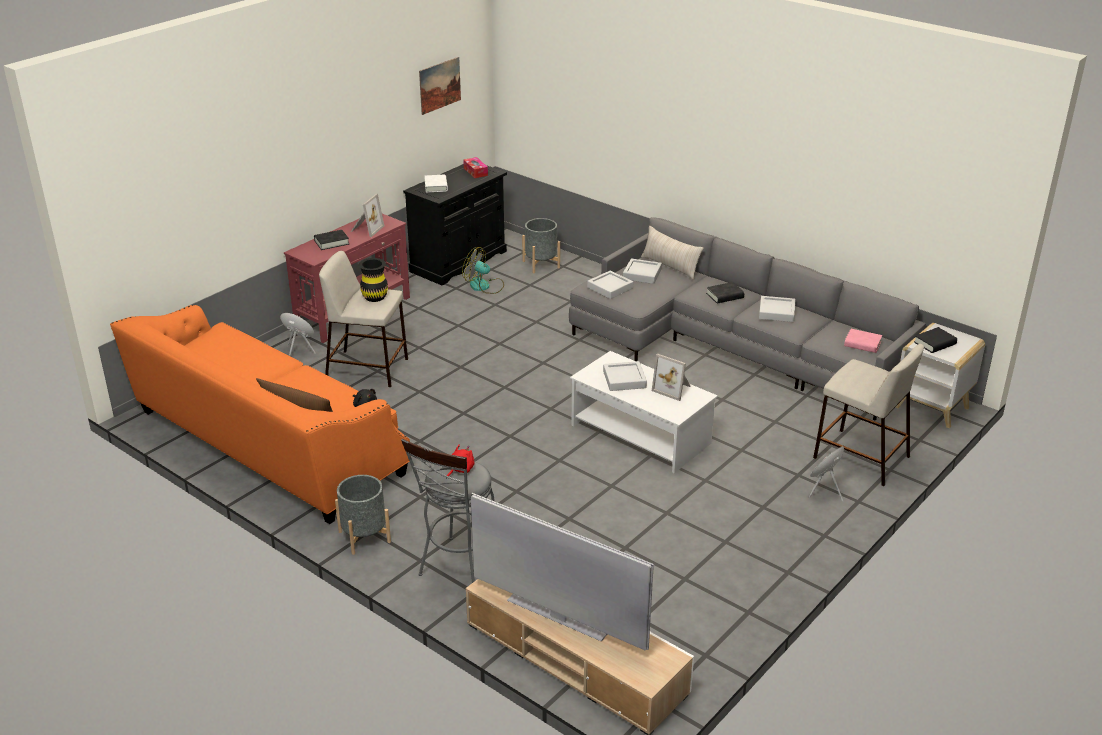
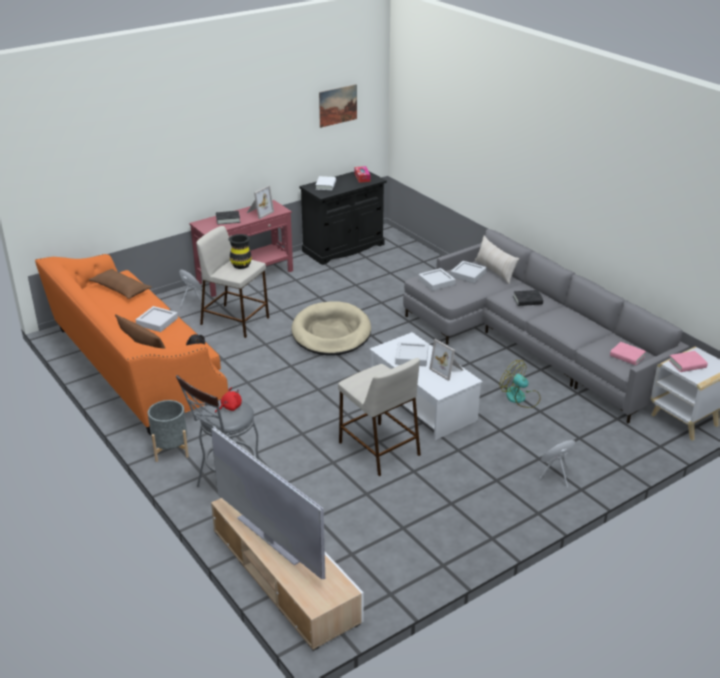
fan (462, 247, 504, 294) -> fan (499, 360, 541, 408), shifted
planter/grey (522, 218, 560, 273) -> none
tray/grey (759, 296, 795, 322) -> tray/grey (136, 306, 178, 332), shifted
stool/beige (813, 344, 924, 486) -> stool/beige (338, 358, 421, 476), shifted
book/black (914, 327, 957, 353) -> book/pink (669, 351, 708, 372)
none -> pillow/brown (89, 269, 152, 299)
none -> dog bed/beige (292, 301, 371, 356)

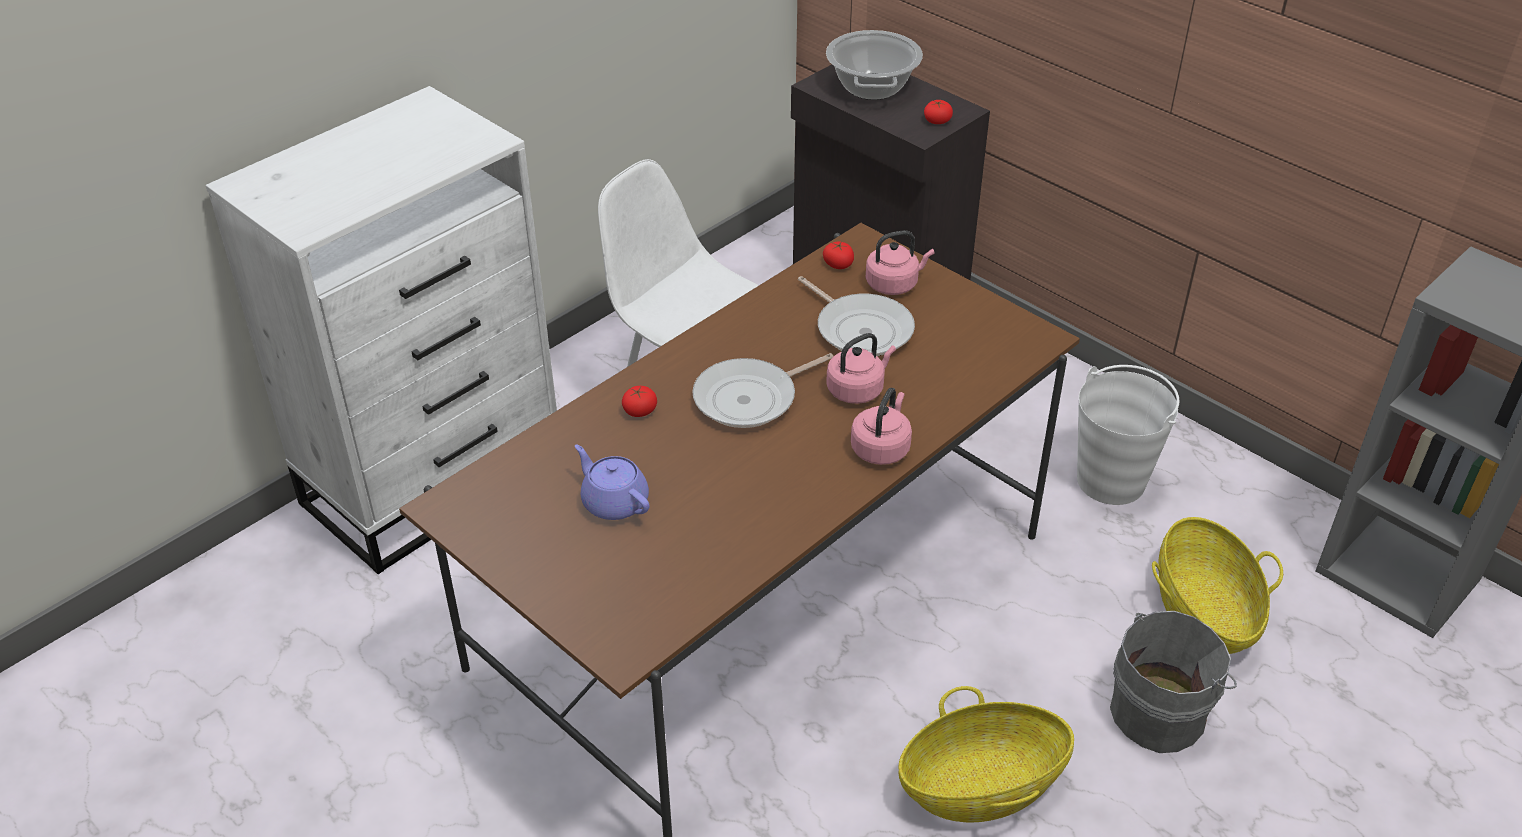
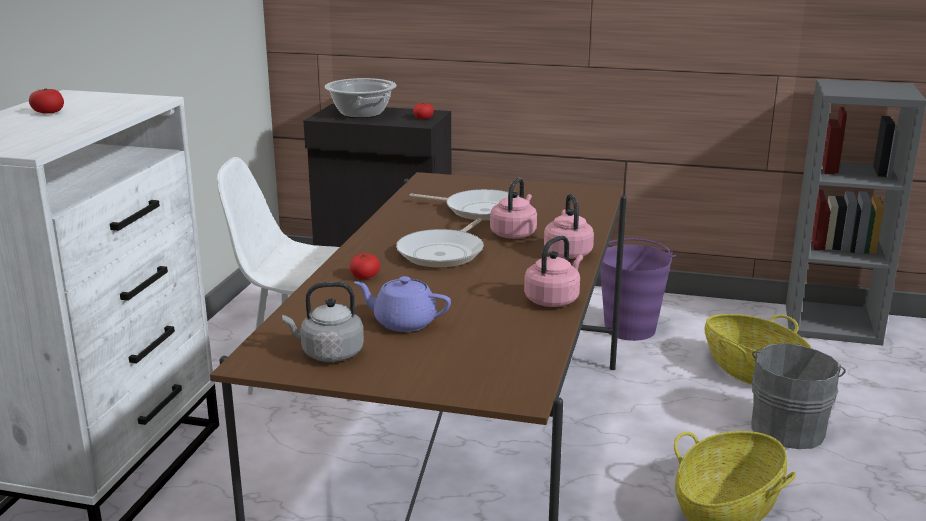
tomato (823, 241, 854, 269) -> tomato (29, 88, 64, 114), shifted
kettle/pink (865, 230, 934, 295) -> kettle/pink (524, 236, 583, 307), shifted
bucket/white (1077, 365, 1179, 505) -> bucket/purple (600, 238, 676, 341)
none -> kettle/grey (282, 282, 364, 362)

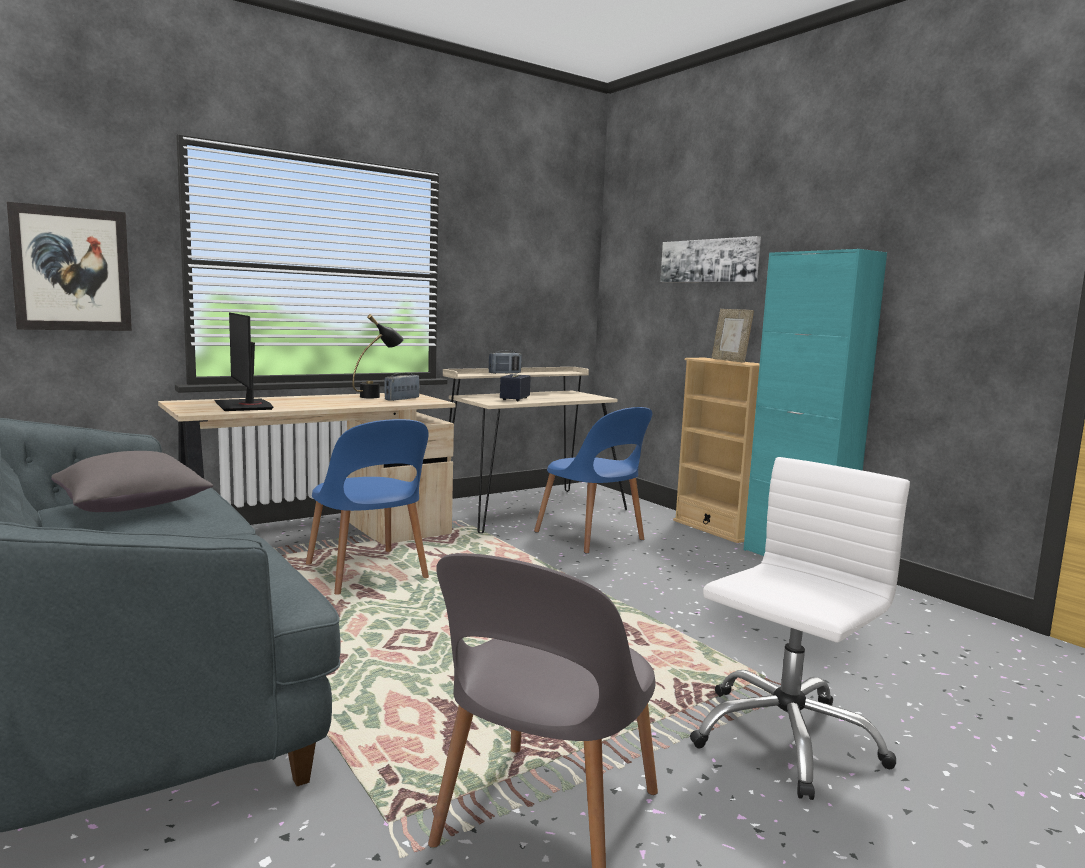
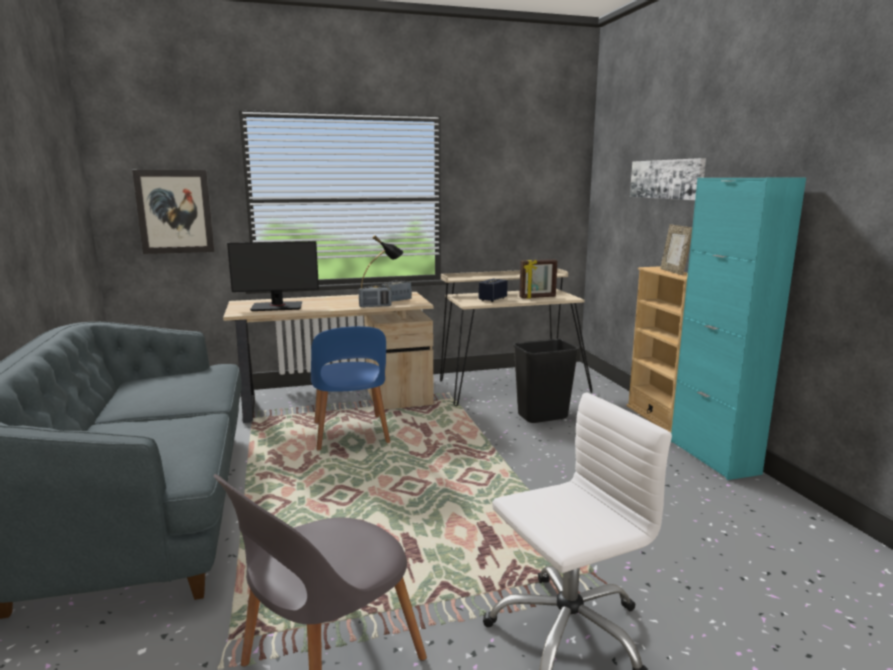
pillow/grey (51, 451, 213, 512) -> none
monitor (214, 313, 273, 411) -> monitor (227, 241, 319, 311), 90 degrees counterclockwise
radio (488, 350, 522, 374) -> radio (359, 285, 392, 307), shifted
chair/blue (534, 407, 652, 554) -> trash can/black (513, 339, 579, 423)
none -> picture frame (519, 259, 557, 299)

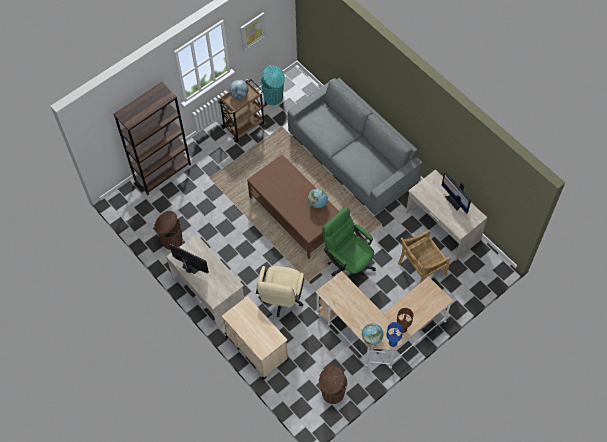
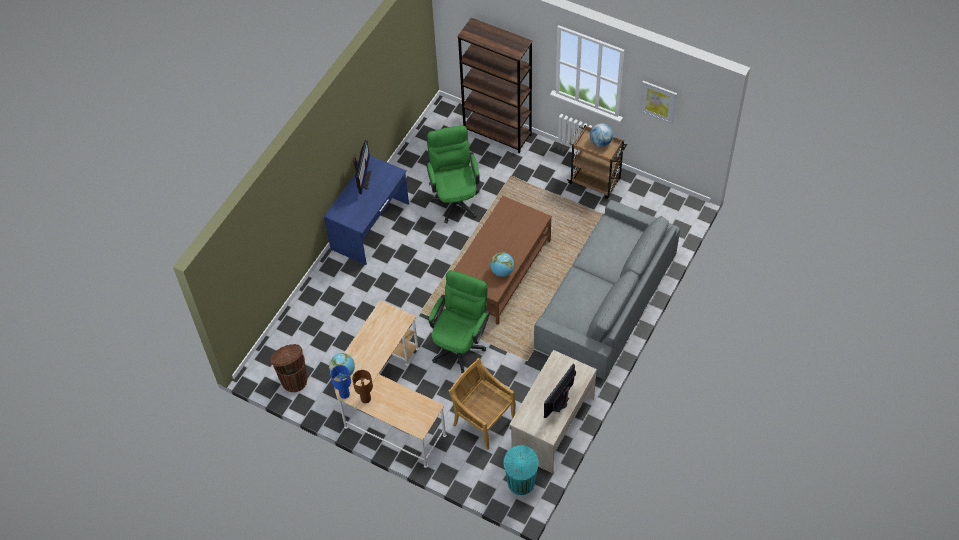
trash can/brown (154, 211, 183, 250) -> none
desk/beige (166, 234, 244, 329) -> desk/blue (324, 155, 409, 265)
cart/beige (222, 296, 288, 380) -> none
office chair/beige (256, 266, 304, 317) -> none
trash can/turquoise (261, 65, 285, 105) -> trash can/turquoise (503, 445, 539, 495), shifted
none -> office chair/green (426, 125, 480, 223)

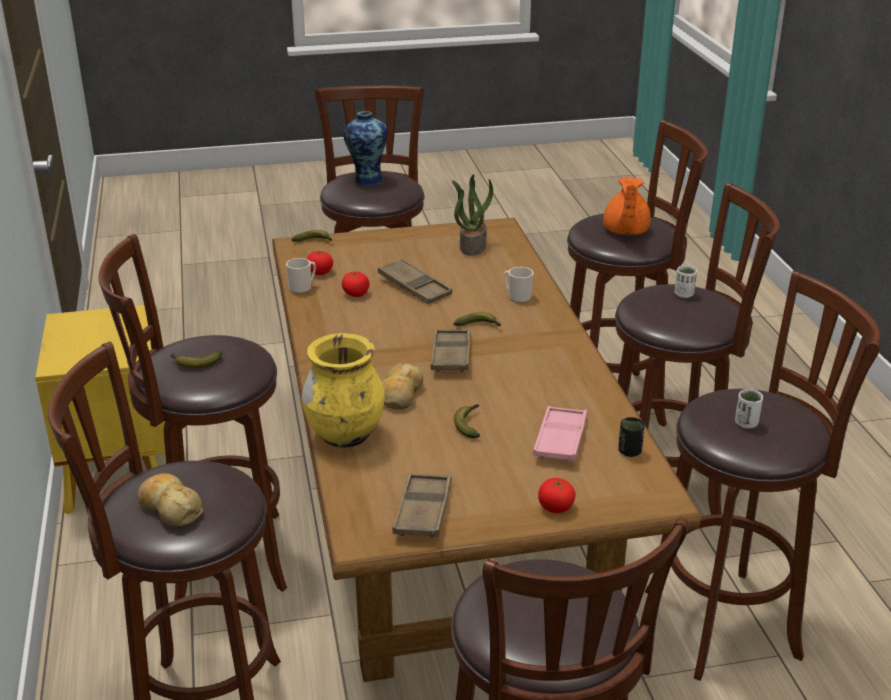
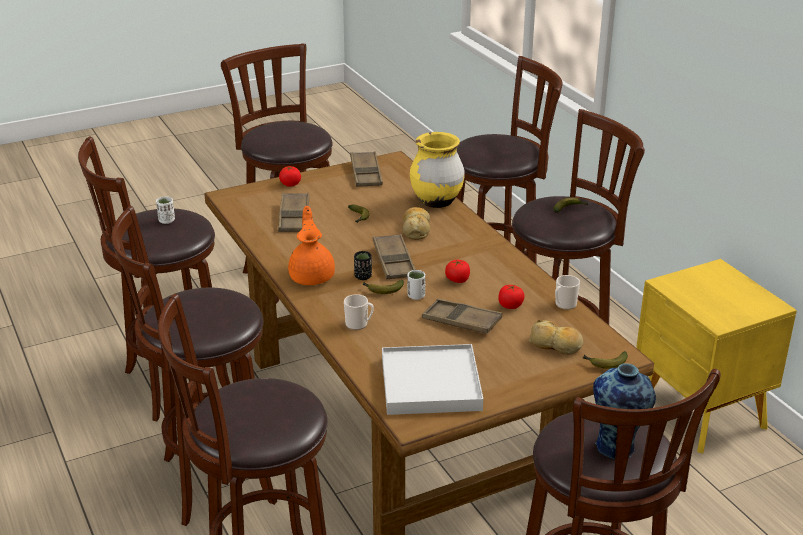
bread (138, 473, 203, 527) -> bread (529, 320, 584, 355), shifted
tomato (307, 251, 333, 275) -> tomato (445, 259, 470, 283), shifted
potted plant (452, 174, 493, 256) -> tray/white (382, 344, 483, 415)
tray/pink (533, 406, 587, 462) -> tray/brown (278, 193, 309, 232)
teapot/orange (603, 177, 651, 235) -> teapot/orange (288, 206, 335, 285), shifted
cup/black (618, 417, 644, 457) -> cup/black (354, 251, 372, 280), shifted
cup/white (674, 265, 697, 298) -> cup/white (407, 270, 425, 300), shifted

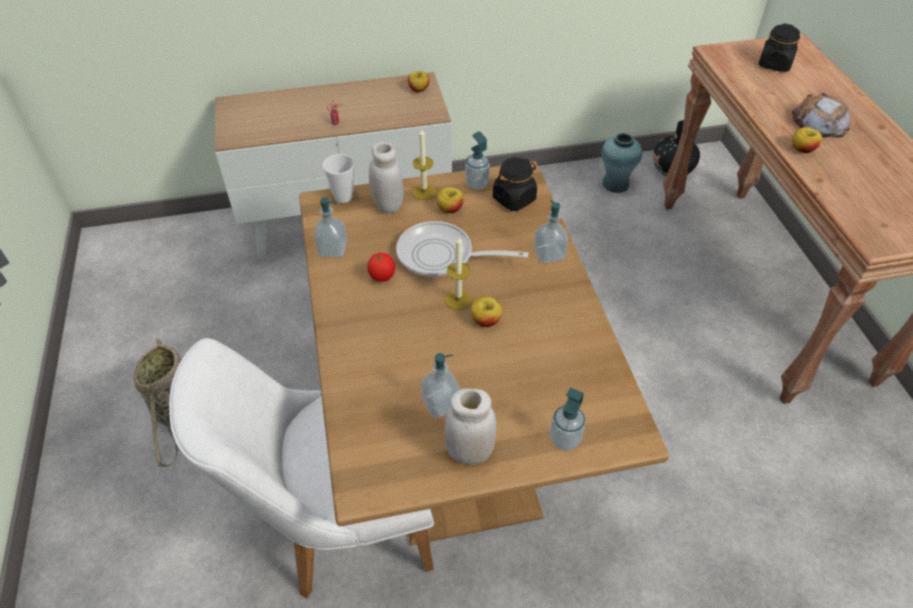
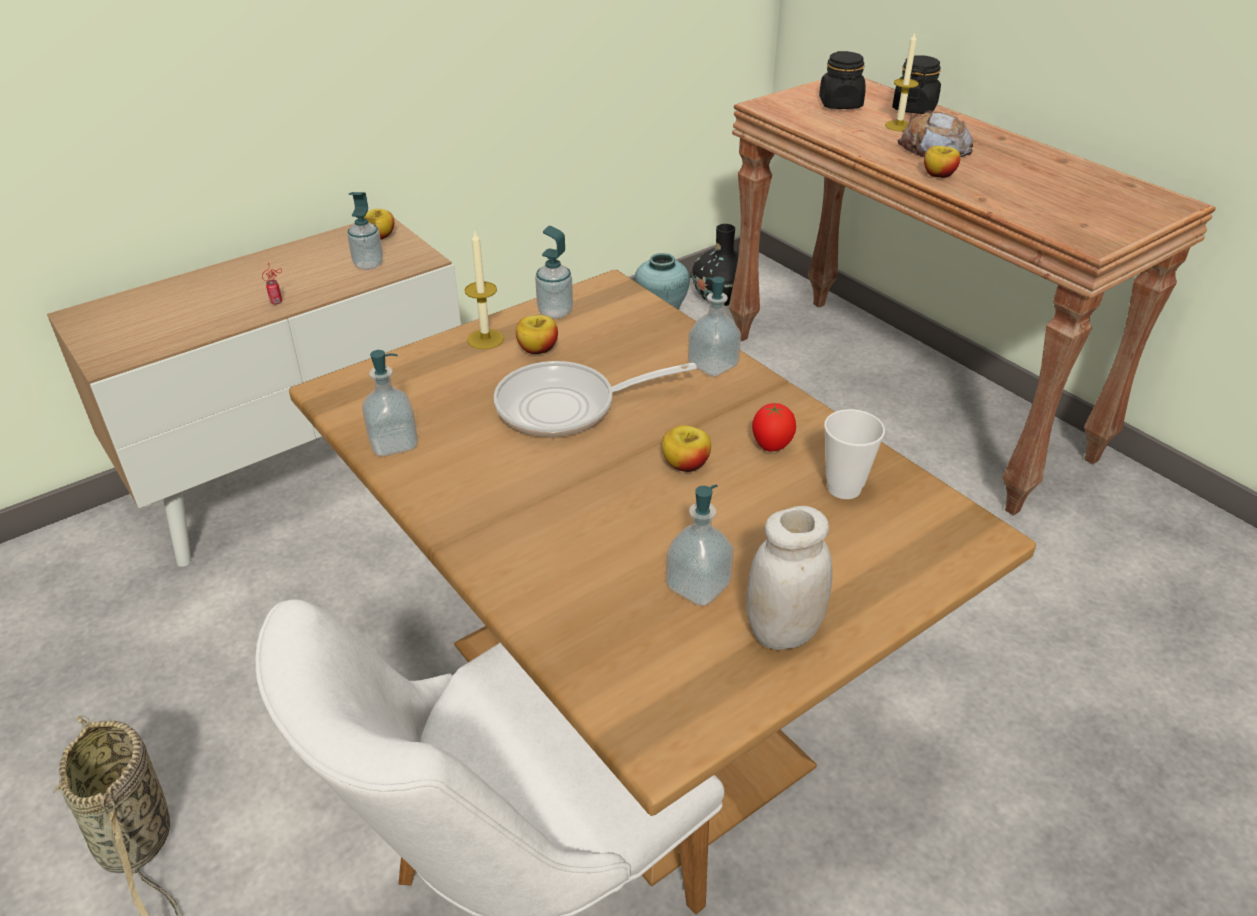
cup (322, 154, 355, 203) -> cup (824, 409, 885, 499), shifted
tomato (368, 253, 395, 282) -> tomato (752, 403, 796, 451), shifted
jar/white (369, 141, 404, 214) -> none
candle (445, 236, 472, 310) -> candle (885, 32, 919, 132), shifted
jar/black (493, 157, 537, 211) -> jar/black (892, 55, 941, 114), shifted
soap dispenser (550, 388, 586, 451) -> soap dispenser (347, 192, 383, 270), shifted

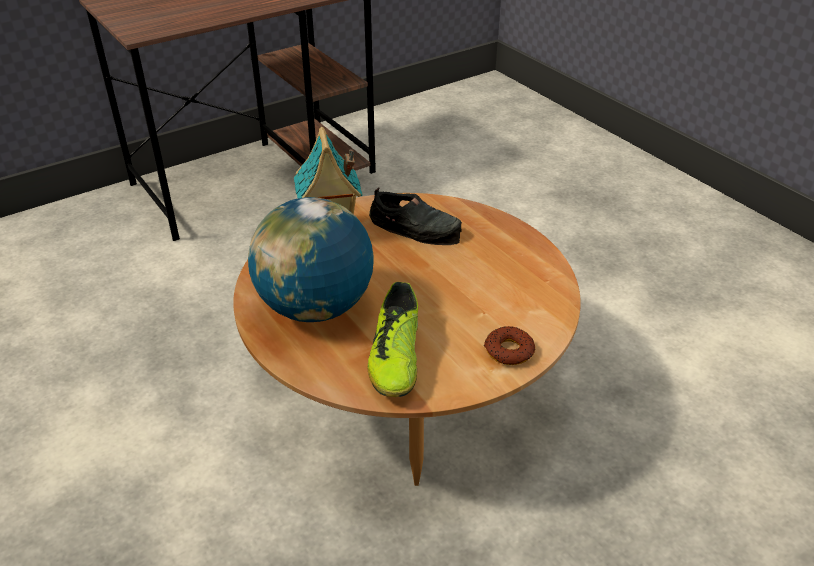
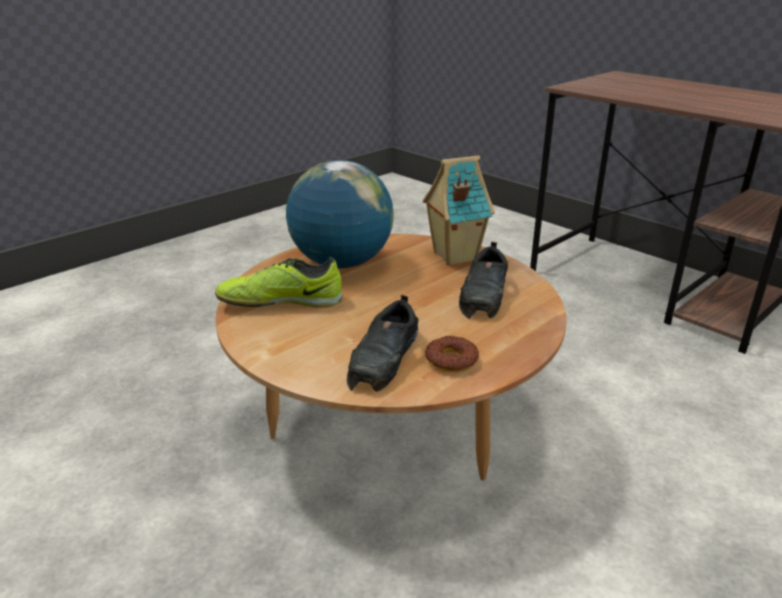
donut (484, 326, 535, 365) -> donut (425, 336, 479, 372), shifted
none -> shoe/black (347, 295, 418, 392)

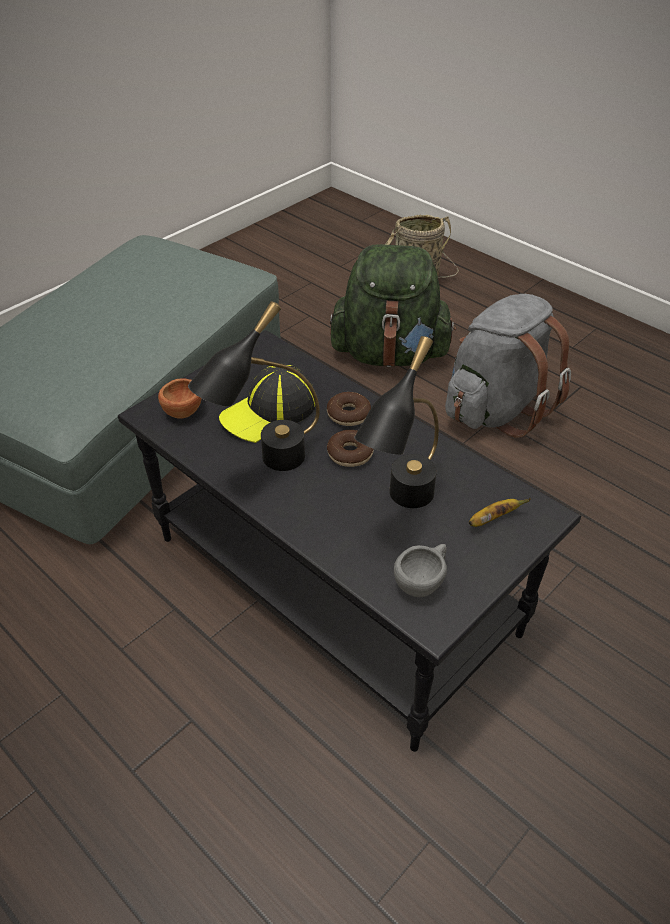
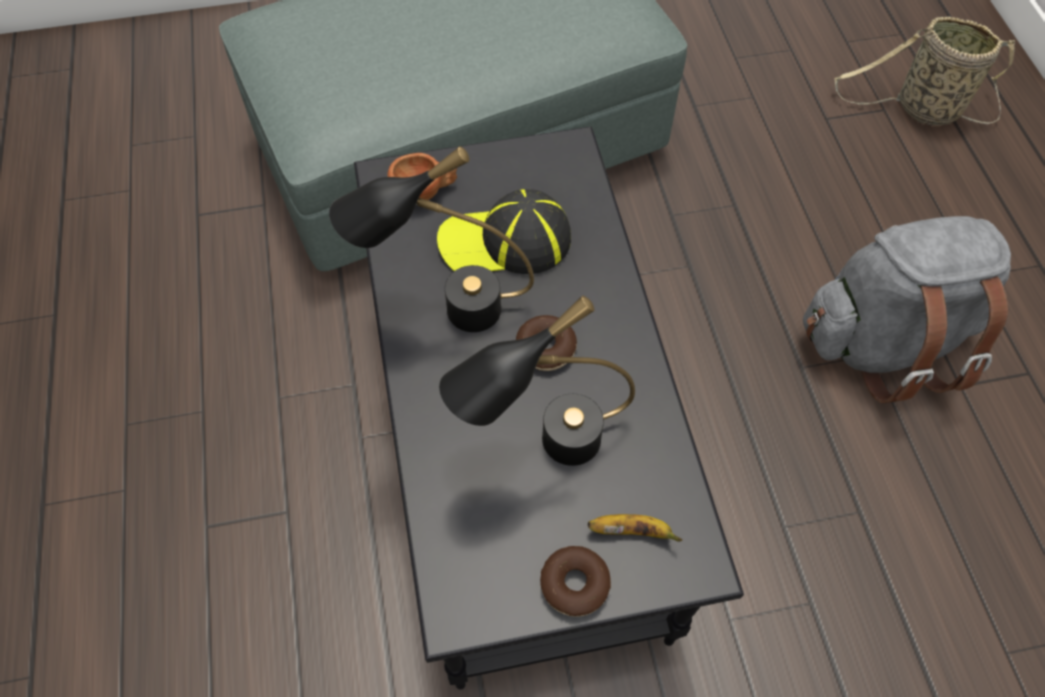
donut (327, 392, 371, 426) -> donut (540, 546, 611, 616), shifted
backpack/green (330, 244, 456, 367) -> none
cup/grey (394, 544, 447, 597) -> none

